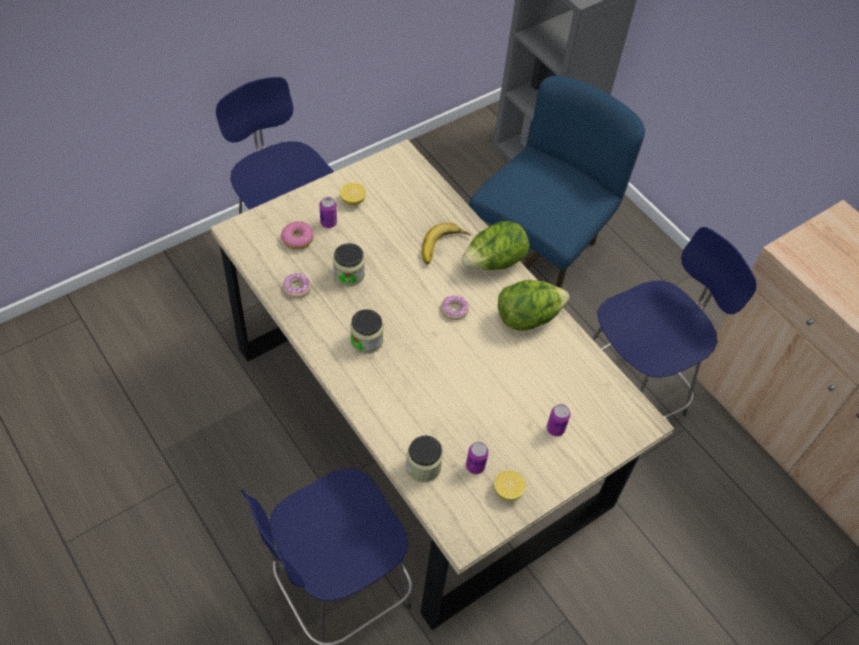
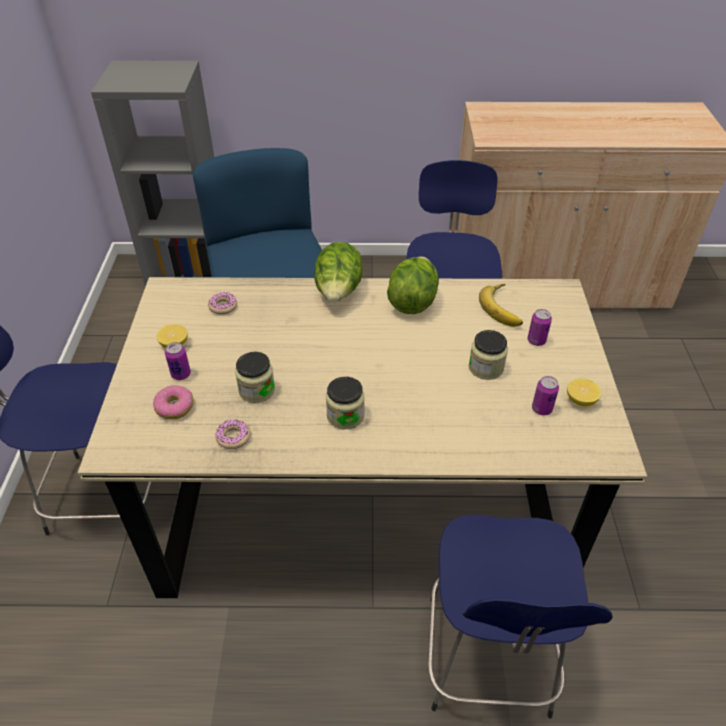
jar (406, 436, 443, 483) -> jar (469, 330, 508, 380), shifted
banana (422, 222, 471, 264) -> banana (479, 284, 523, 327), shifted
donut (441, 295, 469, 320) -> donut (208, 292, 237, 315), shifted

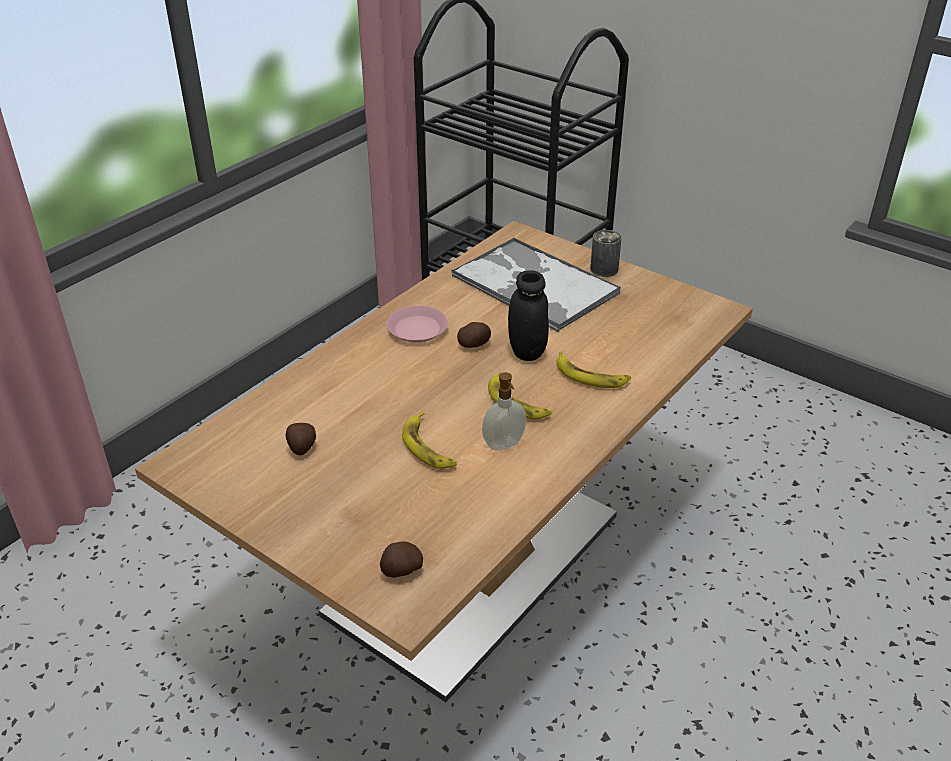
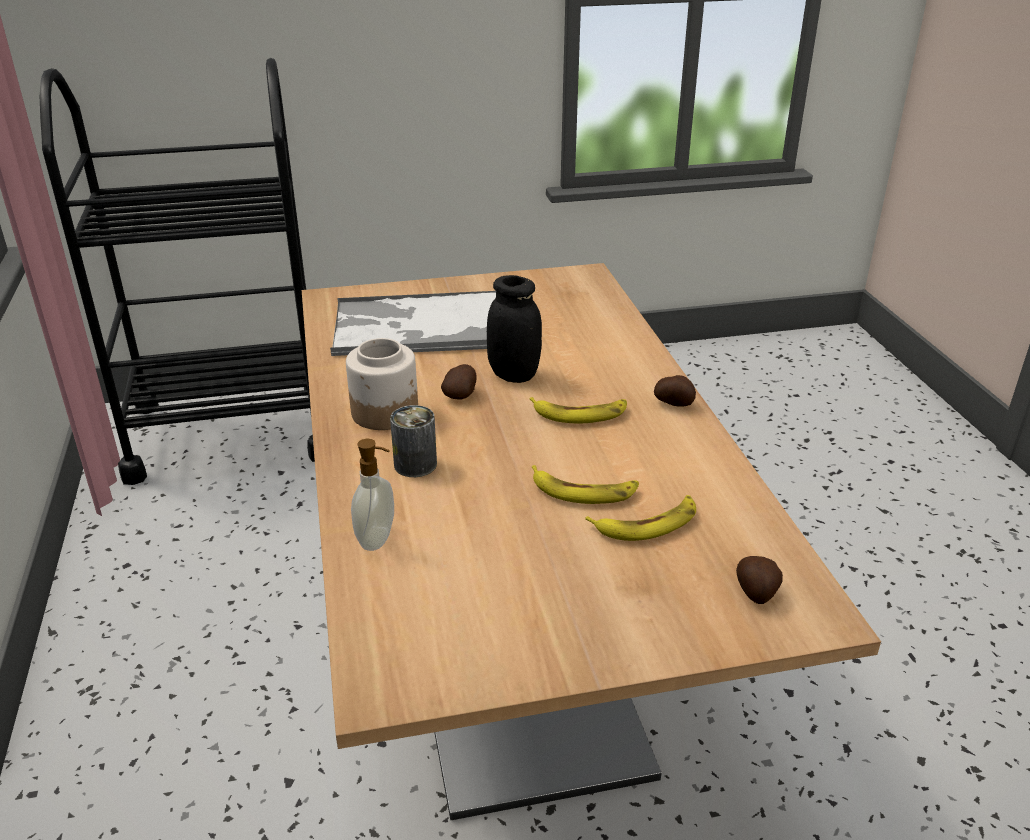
potato (285, 423, 316, 455) -> potato (654, 375, 696, 407), shifted
plate/pink (386, 306, 448, 343) -> jar (346, 338, 418, 430)
soap dispenser (482, 372, 526, 451) -> soap dispenser (351, 439, 394, 551), shifted
banana (556, 352, 631, 388) -> banana (585, 495, 696, 541), shifted
can (590, 230, 622, 277) -> can (390, 405, 437, 477), shifted

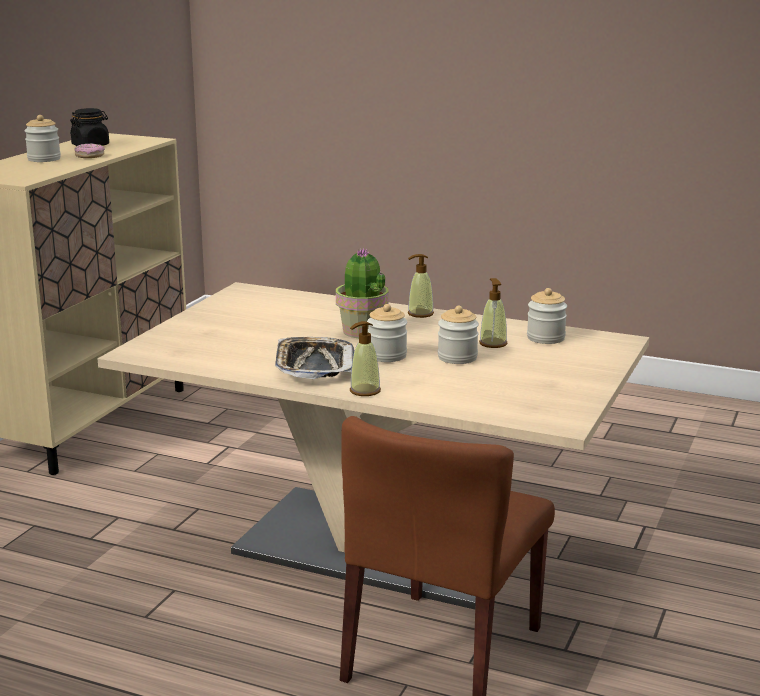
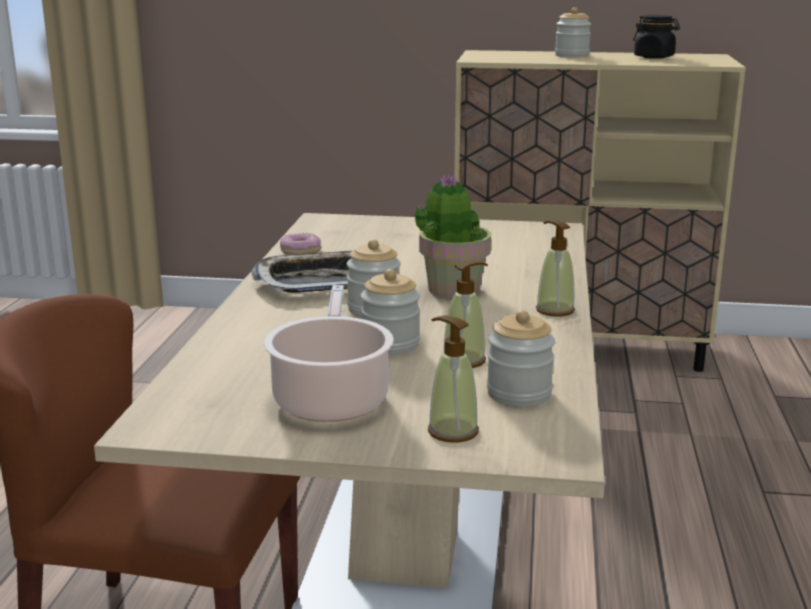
donut (75, 144, 105, 158) -> donut (280, 233, 321, 255), shifted
soap dispenser (350, 321, 381, 396) -> soap dispenser (428, 316, 479, 443), shifted
none -> cooking pot (264, 285, 394, 422)

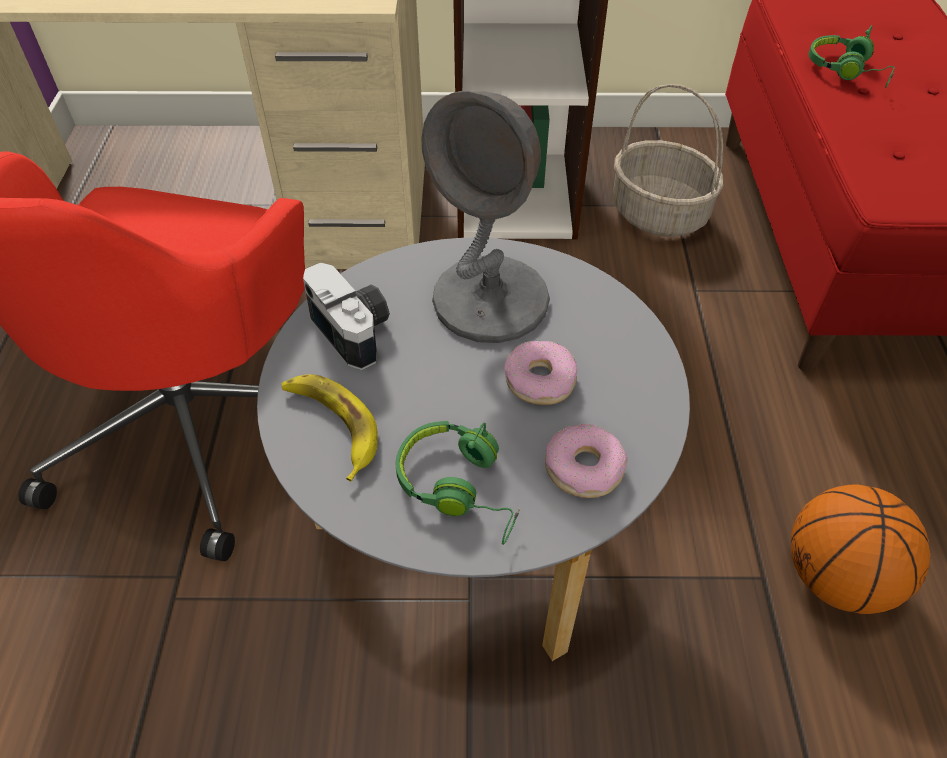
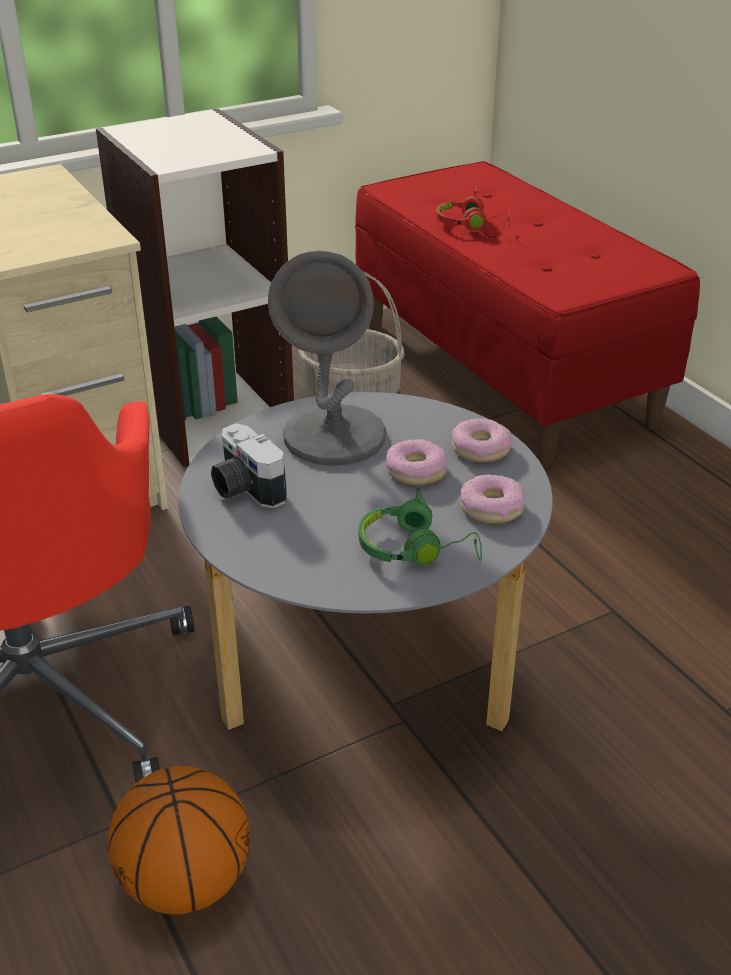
banana (282, 375, 378, 482) -> none
photo camera (303, 263, 390, 370) -> photo camera (211, 423, 287, 508), 150 degrees counterclockwise
basketball (791, 485, 930, 614) -> basketball (107, 766, 250, 914), shifted
headphones/green (808, 25, 895, 88) -> headphones/red (436, 186, 510, 230)
none -> donut (452, 418, 513, 462)

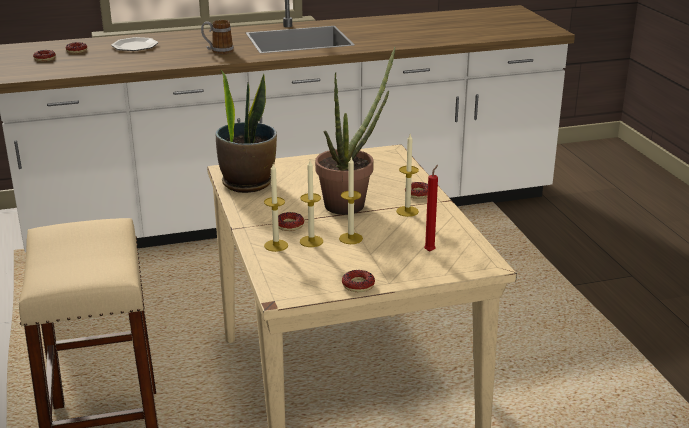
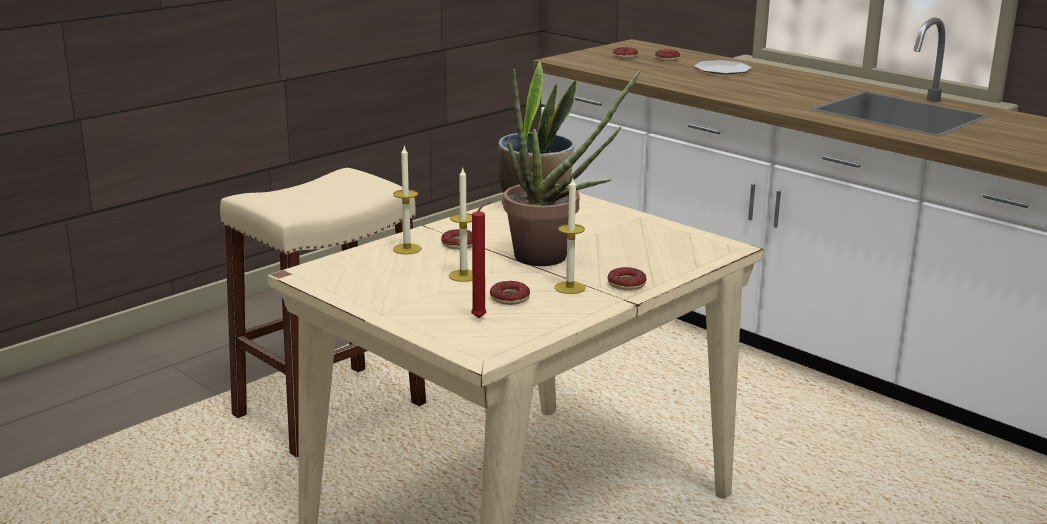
mug (201, 20, 234, 54) -> none
candle (300, 160, 323, 247) -> none
donut (342, 270, 375, 292) -> donut (490, 281, 530, 305), shifted

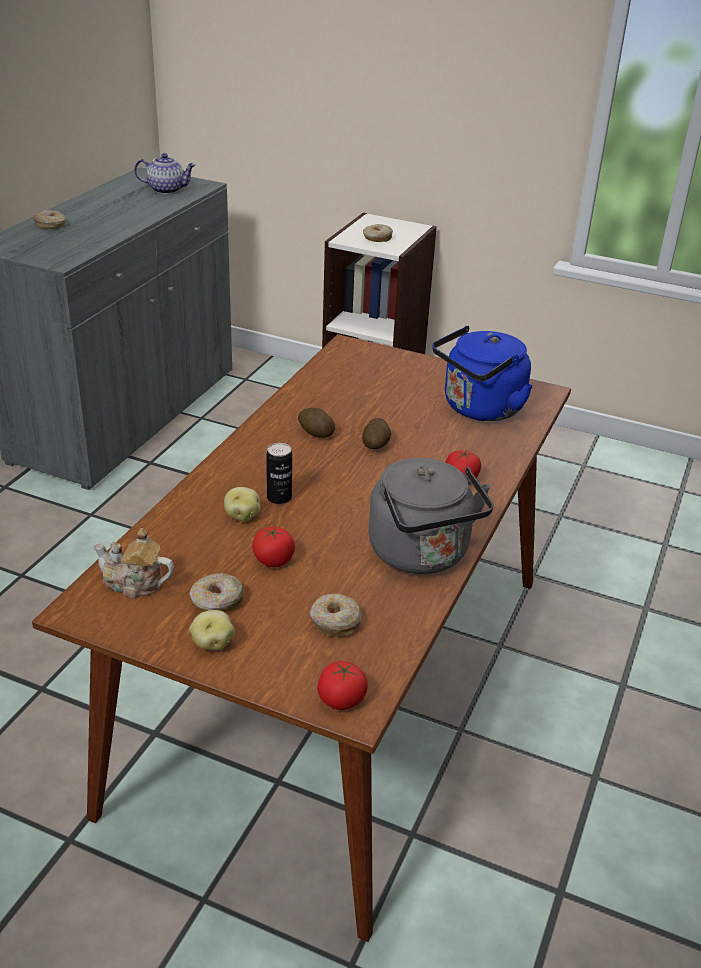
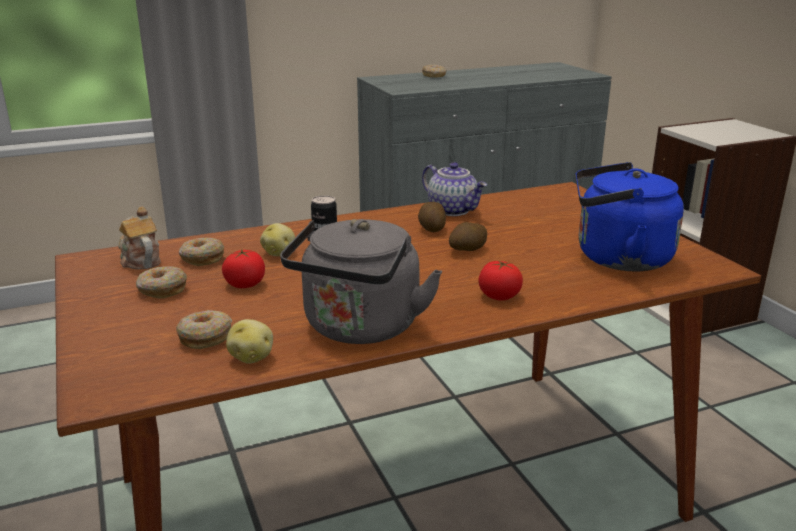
teapot (134, 153, 196, 194) -> teapot (422, 162, 487, 216), shifted
potato (189, 610, 235, 650) -> potato (226, 319, 273, 364), shifted
tomato (317, 661, 368, 710) -> none
donut (363, 224, 393, 242) -> donut (179, 238, 224, 266), shifted

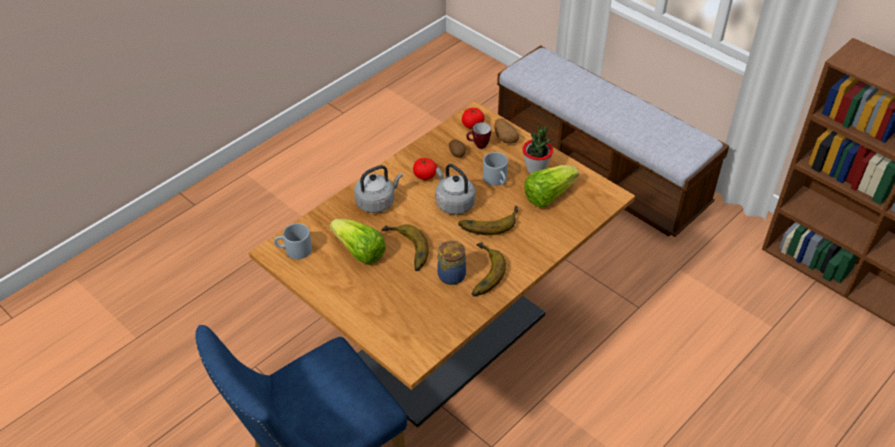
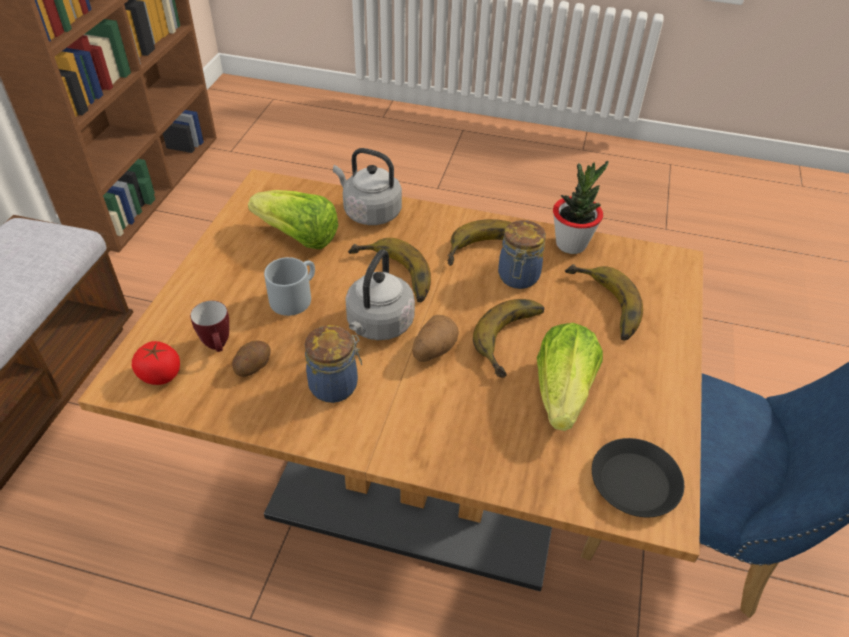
mug/grey (274, 223, 312, 259) -> plate/black (592, 438, 684, 517)
kettle/grey (354, 165, 403, 213) -> kettle/grey (333, 148, 402, 225), shifted
tomato (413, 158, 437, 180) -> jar (305, 325, 362, 403)
potato (494, 118, 519, 144) -> potato (413, 315, 459, 362), shifted
potted plant (522, 124, 553, 174) -> potted plant (553, 160, 609, 254), shifted
none -> banana (565, 264, 643, 341)

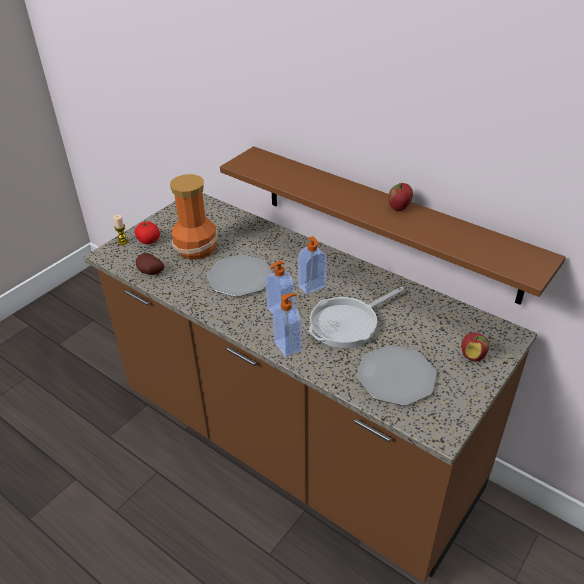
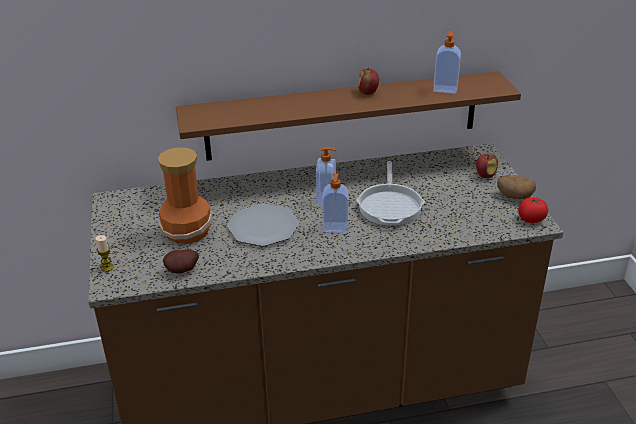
tomato (135, 221, 160, 244) -> tomato (518, 197, 548, 223), shifted
soap dispenser (272, 293, 302, 357) -> soap dispenser (433, 31, 461, 94), shifted
plate (356, 346, 437, 406) -> none
none -> potato (497, 175, 536, 199)

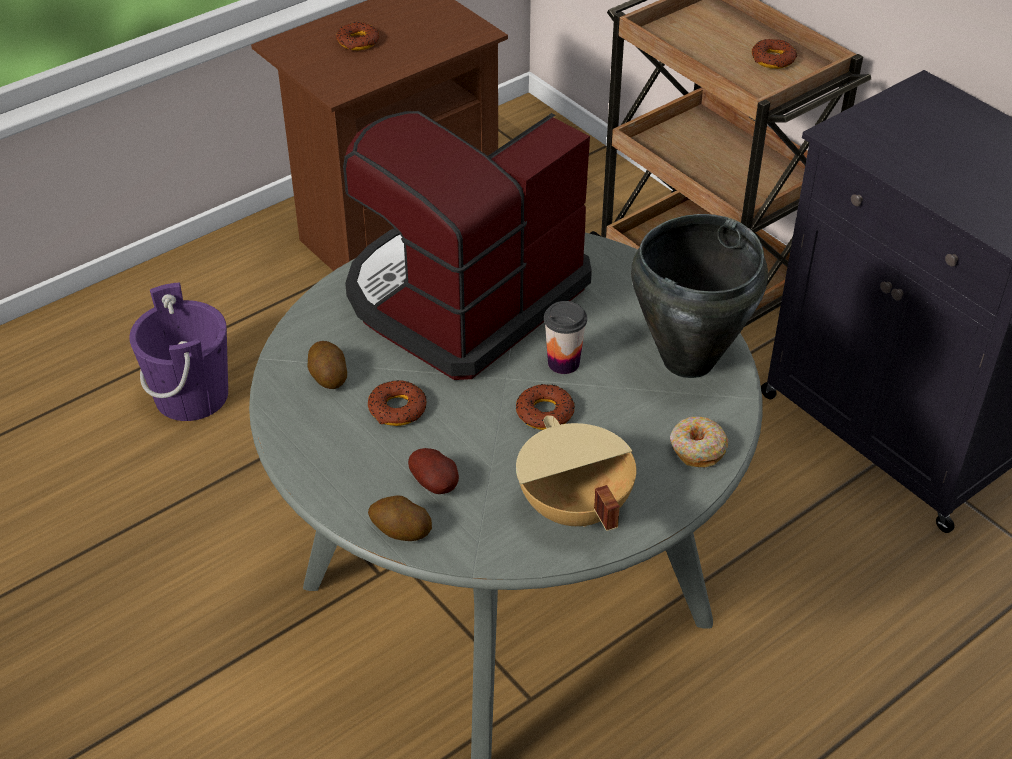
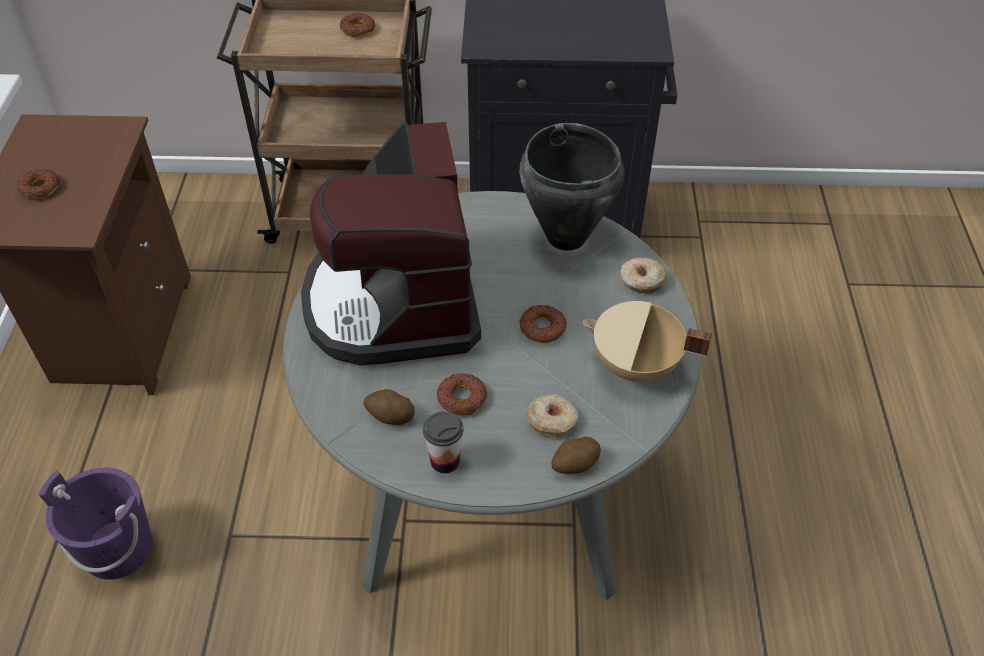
potato (408, 448, 459, 494) -> donut (526, 394, 578, 437)
cup (544, 301, 587, 374) -> cup (423, 411, 463, 473), shifted

